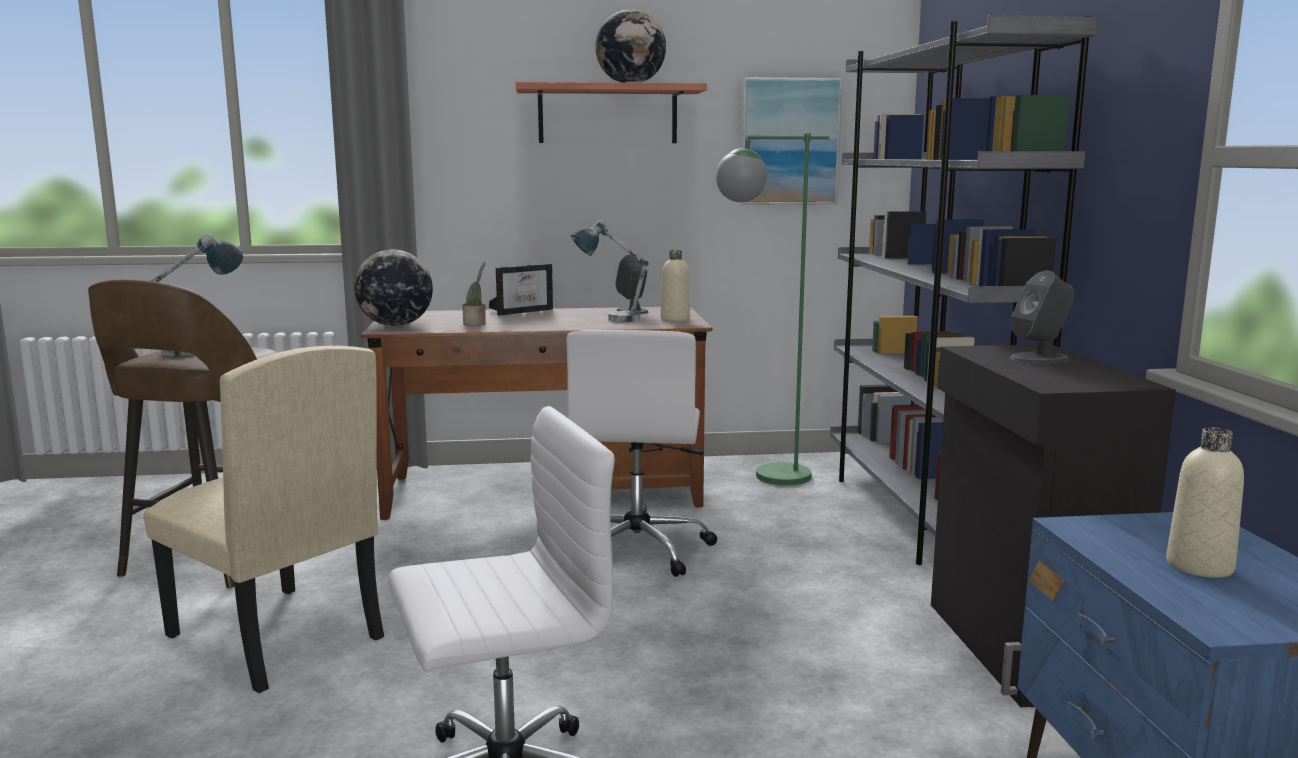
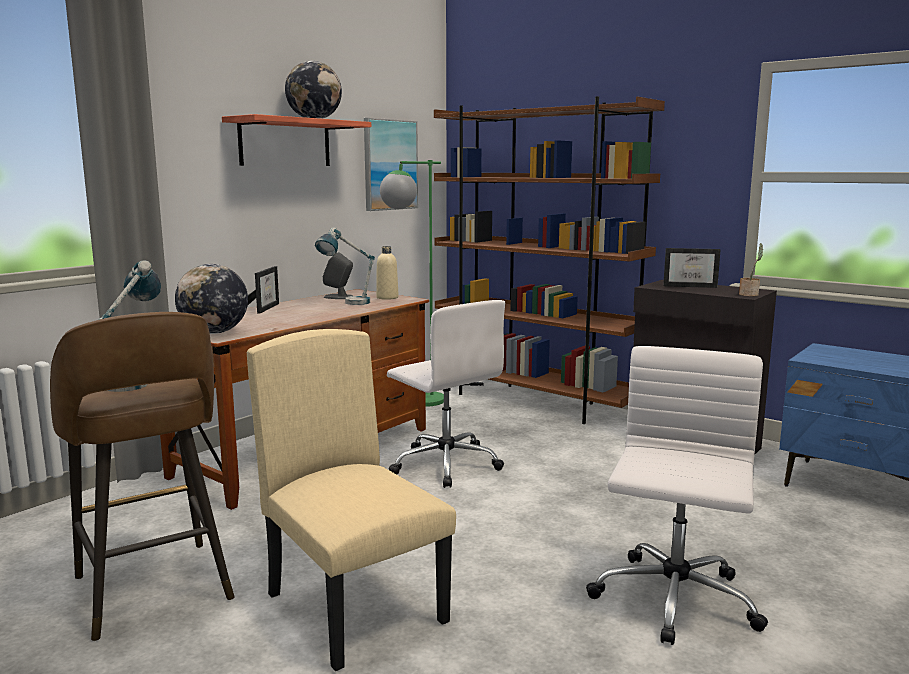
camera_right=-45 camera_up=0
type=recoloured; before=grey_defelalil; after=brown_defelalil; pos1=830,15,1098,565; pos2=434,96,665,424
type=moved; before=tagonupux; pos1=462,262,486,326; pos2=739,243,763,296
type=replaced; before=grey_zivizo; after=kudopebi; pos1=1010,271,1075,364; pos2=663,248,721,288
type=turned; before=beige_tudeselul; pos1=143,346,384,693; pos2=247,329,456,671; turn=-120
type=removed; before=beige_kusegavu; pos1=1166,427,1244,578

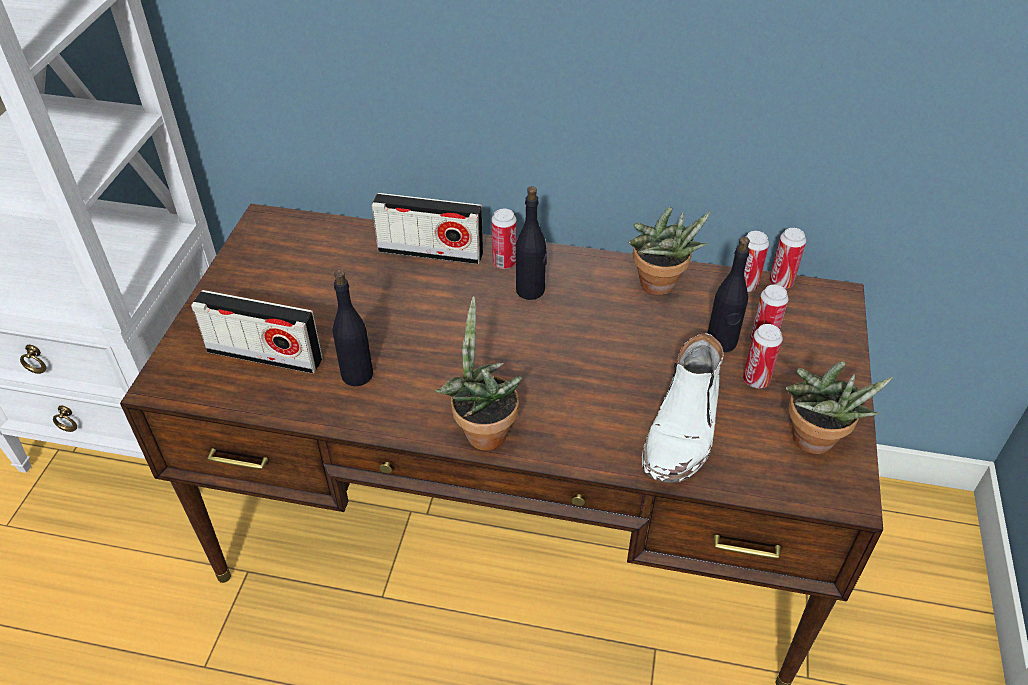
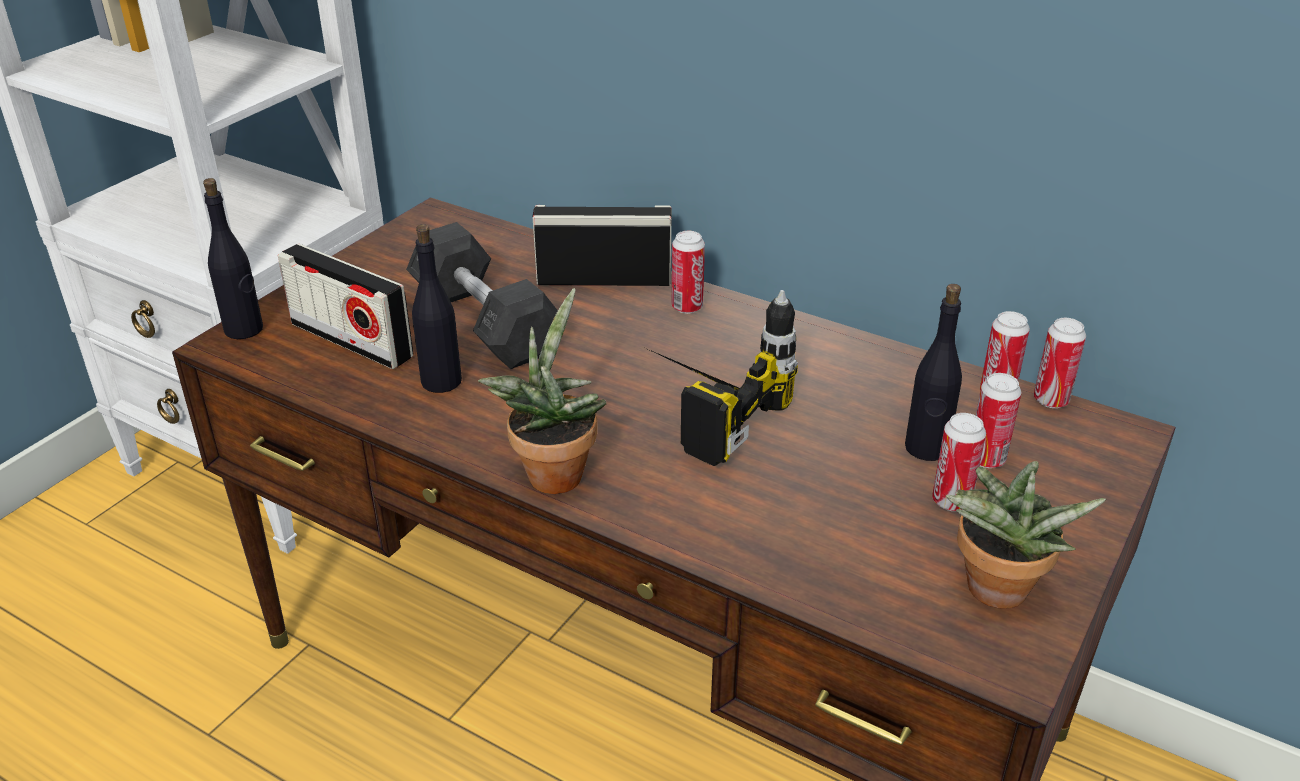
camera_right=20 camera_up=-10
type=moved; before=black_kusegavu; pos1=516,186,547,300; pos2=203,178,263,339
type=turned; before=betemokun; pos1=372,193,483,264; pos2=532,205,672,286; turn=150
type=removed; before=tagonupux; pos1=629,207,711,295
type=removed; before=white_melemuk; pos1=642,333,724,483
type=added; after=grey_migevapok; pos2=406,222,558,369
type=added; after=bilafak; pos2=648,290,798,466

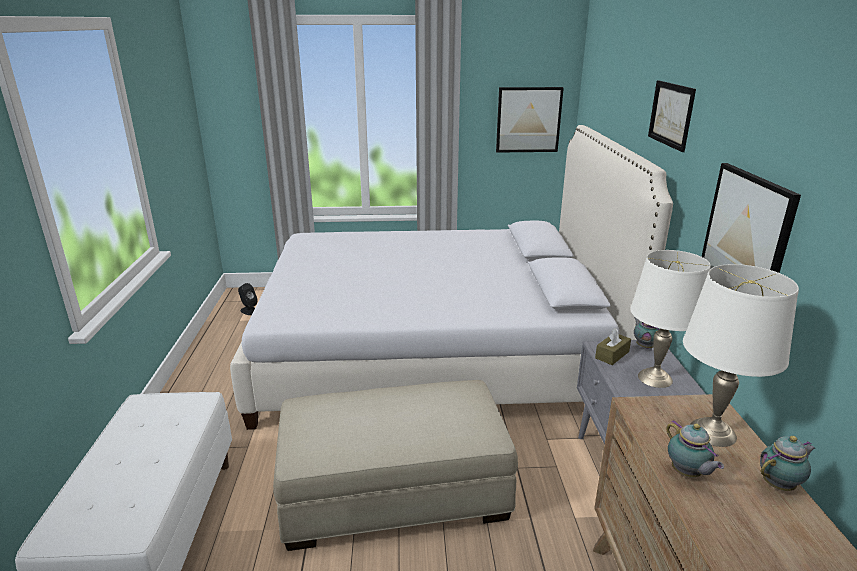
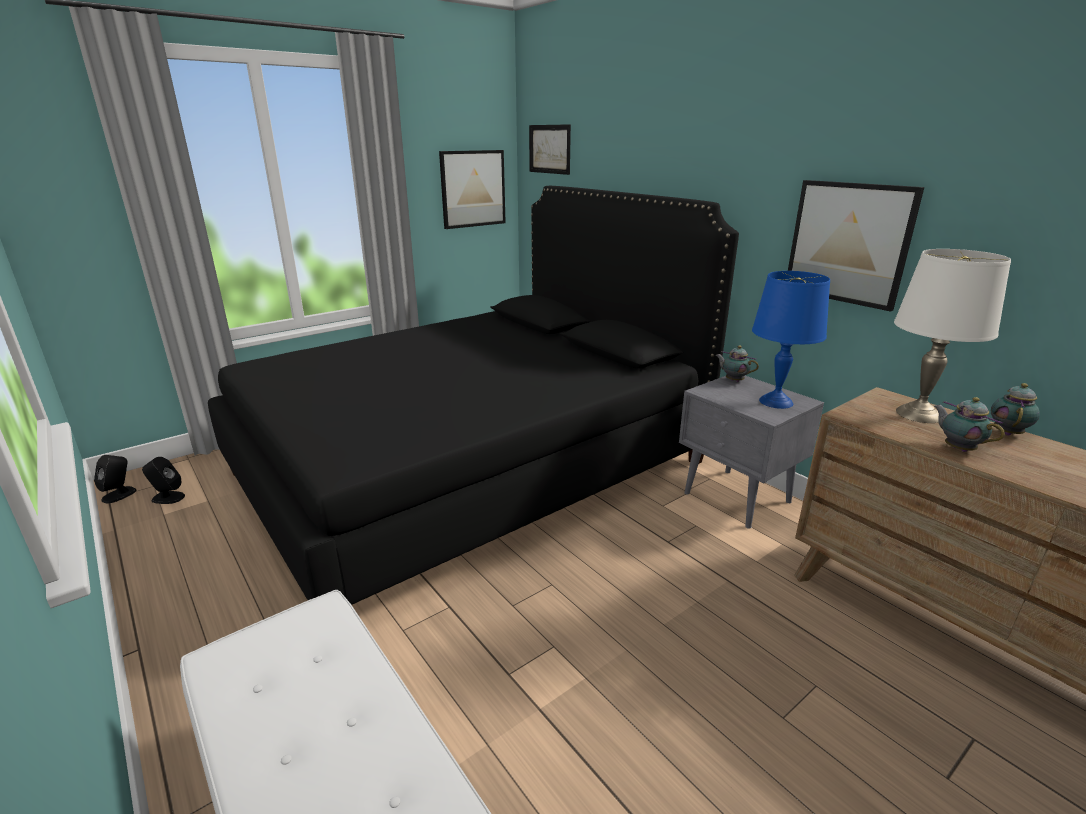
camera_right=-35 camera_up=0
type=moved; before=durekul; pos1=648,80,696,152; pos2=529,124,571,175
type=recoloured; before=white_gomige; after=black_gomige; pos1=230,125,673,430; pos2=208,186,739,605
type=recoloured; before=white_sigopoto; after=blue_sigopoto; pos1=630,250,711,388; pos2=752,271,830,409
type=removed; before=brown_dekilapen; pos1=595,328,631,365
type=removed; before=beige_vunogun; pos1=273,380,518,551
type=turned; before=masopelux; pos1=666,420,724,477; pos2=934,397,1005,452; turn=-150
type=added; after=black_zivizo; pos2=94,455,136,503

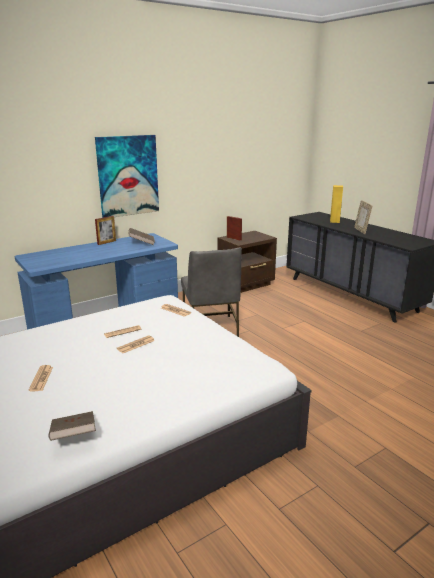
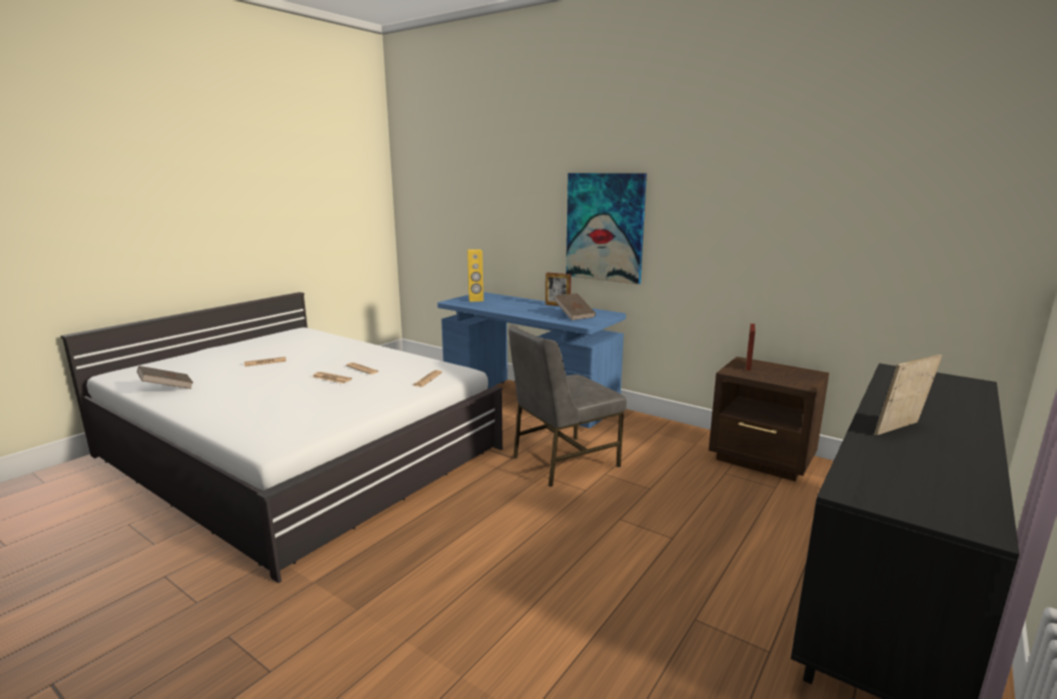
camera_right=70 camera_up=-5
type=moved; before=yellow_zivizo; pos1=330,185,343,223; pos2=467,249,484,302

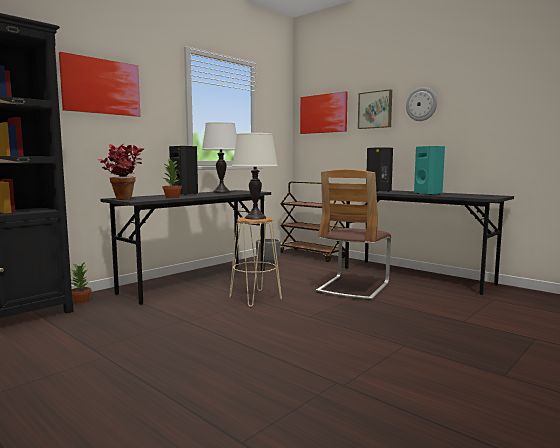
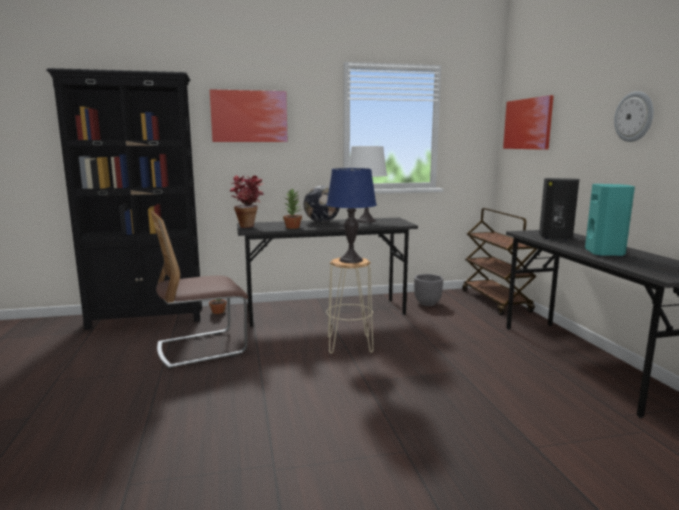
camera_right=35 camera_up=5
type=removed; before=durekul; pos1=358,89,392,129
type=recoloured; before=white_sigopoto; after=blue_sigopoto; pos1=232,133,278,220; pos2=326,168,377,263
type=replaced; before=black_zivizo; after=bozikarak; pos1=169,146,198,195; pos2=304,186,340,223
type=moved; before=tudeselul; pos1=316,169,391,301; pos2=151,211,248,369

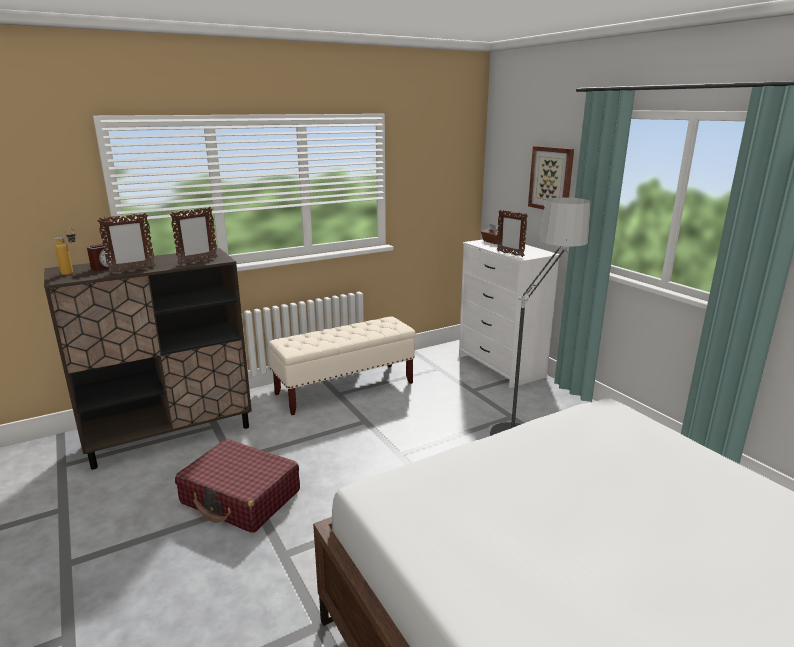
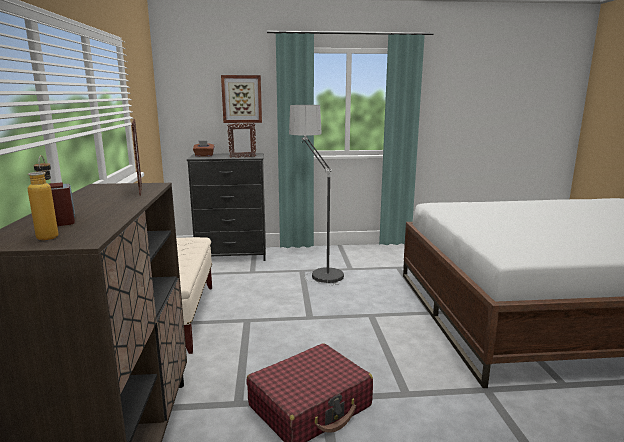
camera_right=-65 camera_up=-5
type=removed; before=kudopebi; pos1=97,213,155,273
type=recoloured; before=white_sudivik; after=black_sudivik; pos1=459,239,560,388; pos2=187,153,266,261

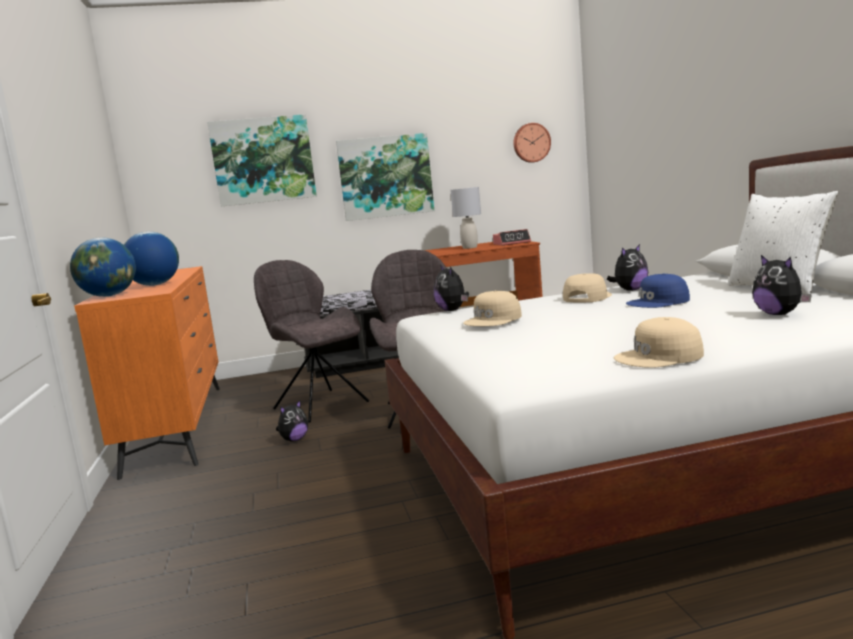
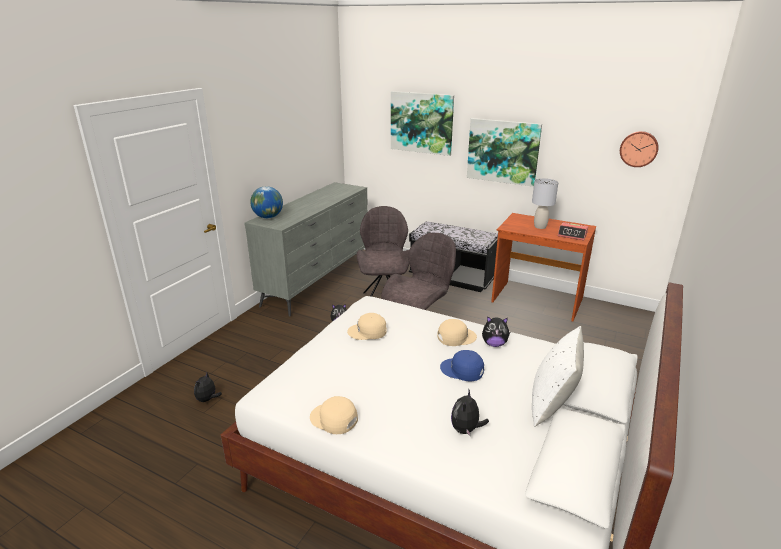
camera_right=40 camera_up=15
type=removed; before=bozikarak; pos1=124,231,179,286
type=recoloured; before=orange_sudivik; after=grey_sudivik; pos1=74,266,220,480; pos2=244,182,368,317
type=moved; before=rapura; pos1=434,266,469,311; pos2=194,373,222,403

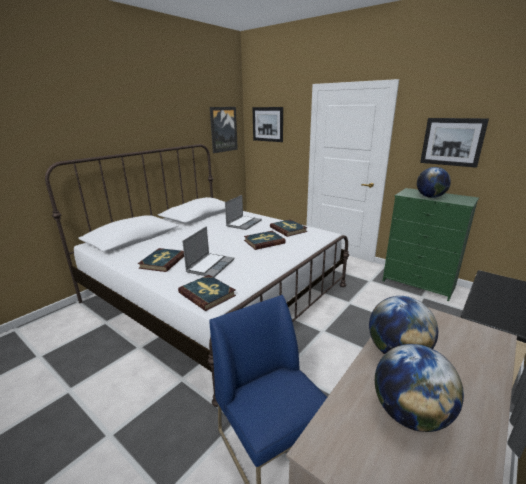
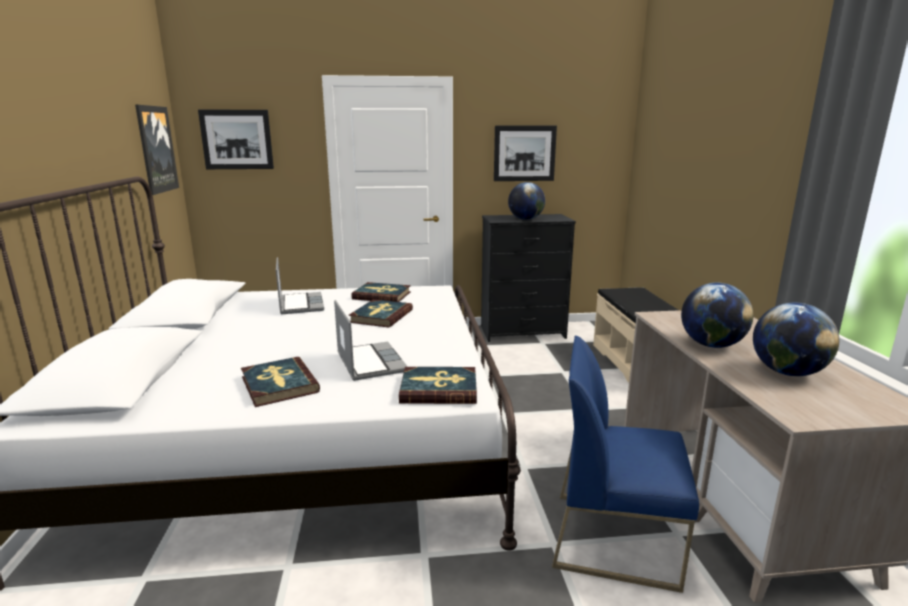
camera_right=-45 camera_up=-5
type=recoloured; before=green_sudivik; after=black_sudivik; pos1=383,188,479,301; pos2=481,214,576,342

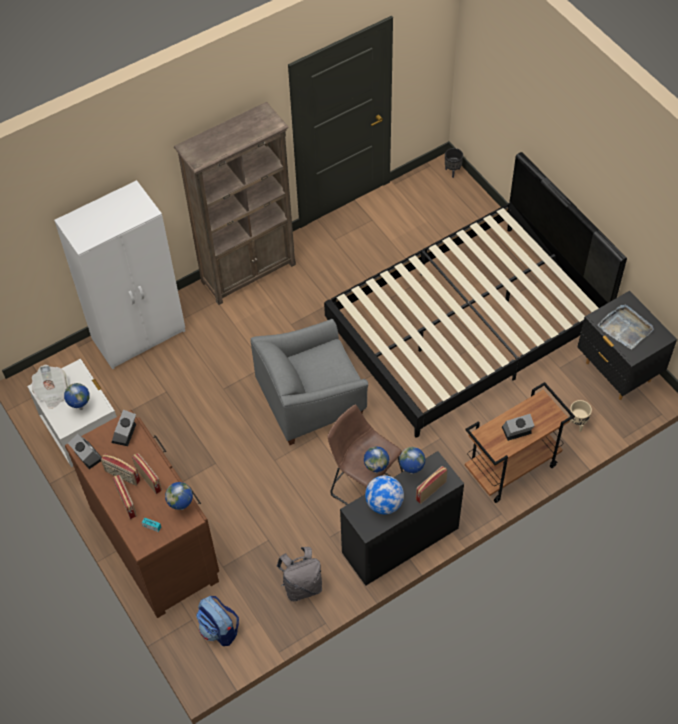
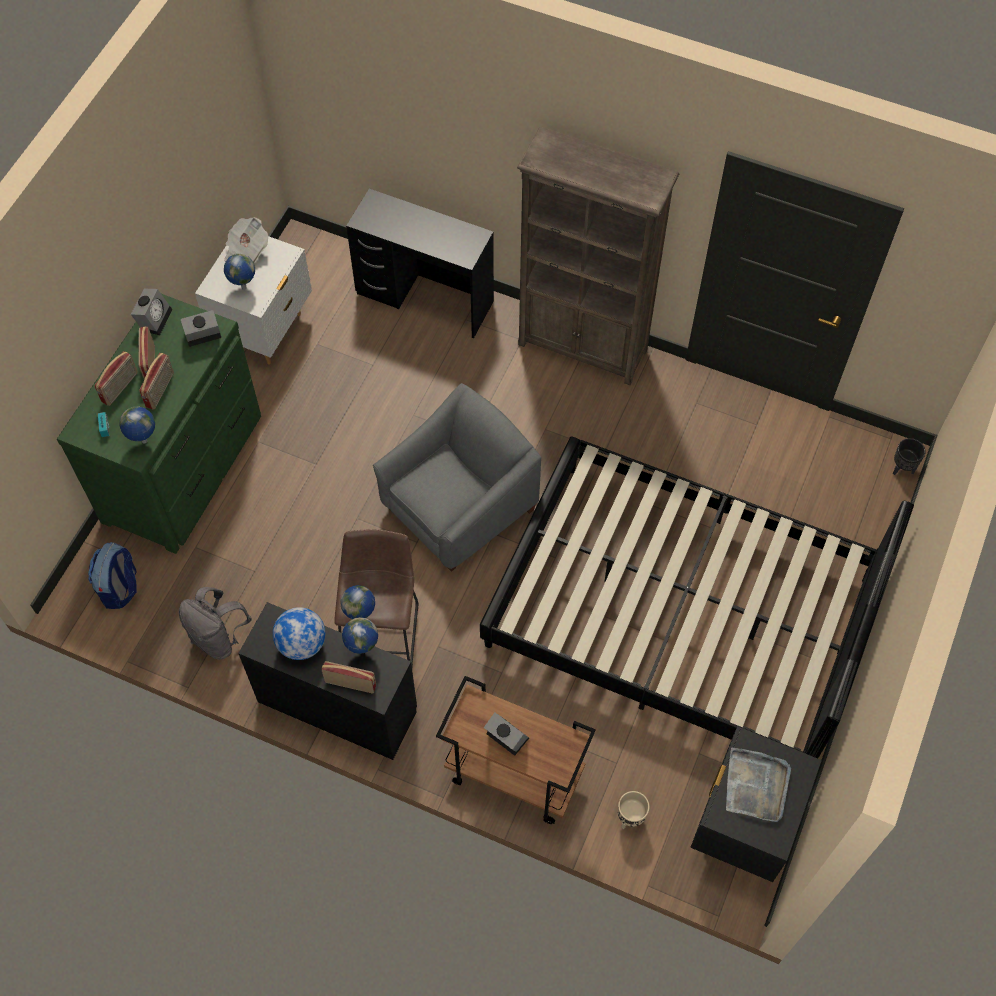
camera_right=55 camera_up=5
type=replaced; before=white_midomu; after=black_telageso; pos1=54,180,185,369; pos2=346,189,494,338
type=turned; before=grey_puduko; pos1=251,319,368,445; pos2=373,383,541,572; turn=105
type=recoloured; before=brown_sudivik; after=green_sudivik; pos1=65,410,219,618; pos2=57,294,261,554

